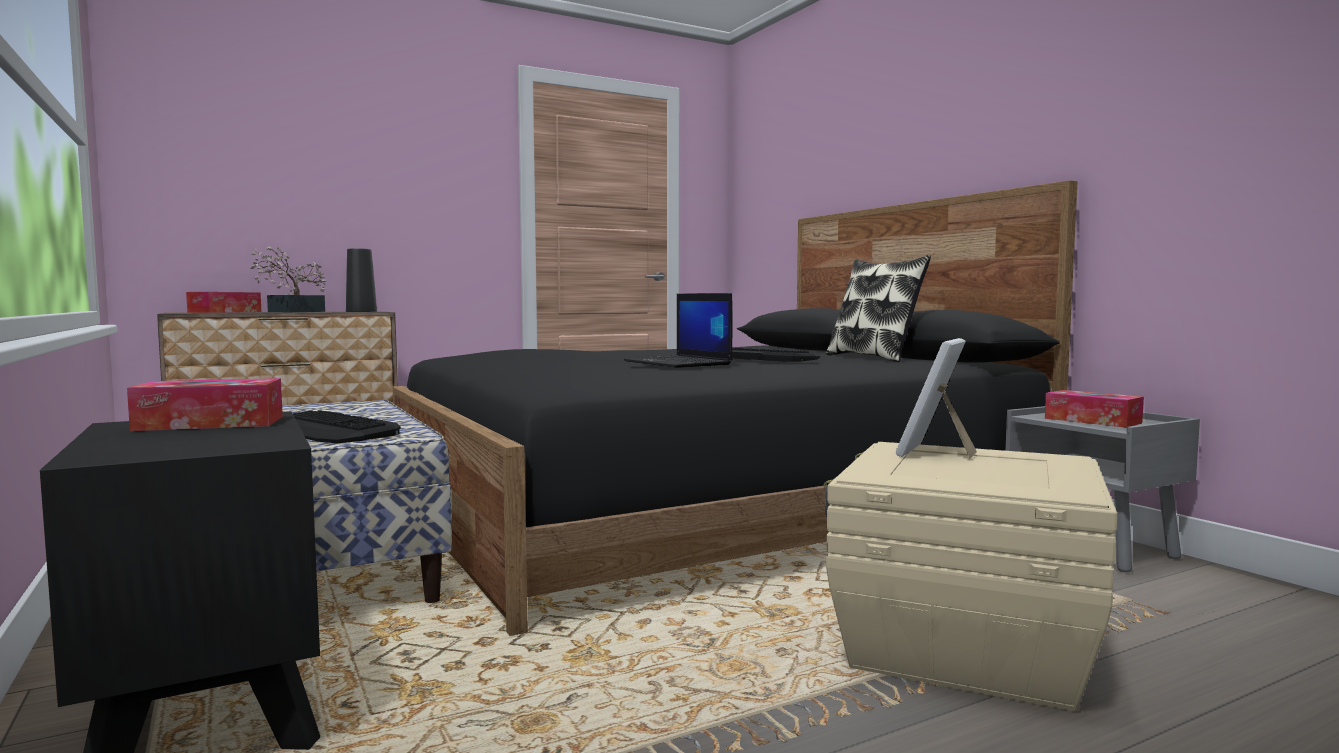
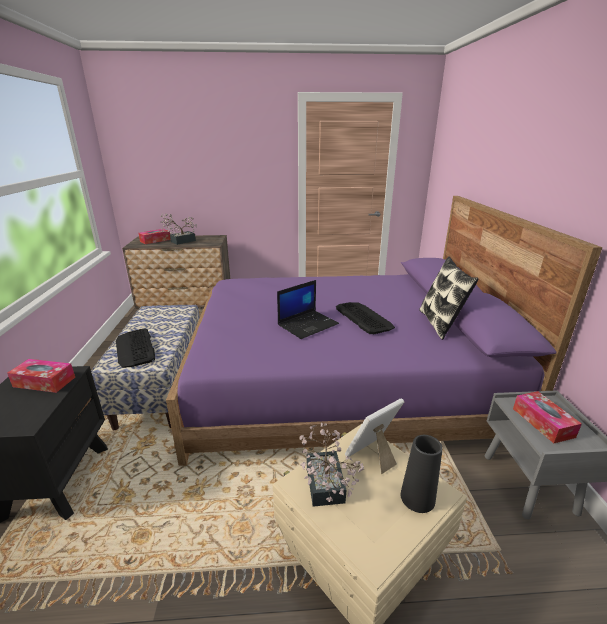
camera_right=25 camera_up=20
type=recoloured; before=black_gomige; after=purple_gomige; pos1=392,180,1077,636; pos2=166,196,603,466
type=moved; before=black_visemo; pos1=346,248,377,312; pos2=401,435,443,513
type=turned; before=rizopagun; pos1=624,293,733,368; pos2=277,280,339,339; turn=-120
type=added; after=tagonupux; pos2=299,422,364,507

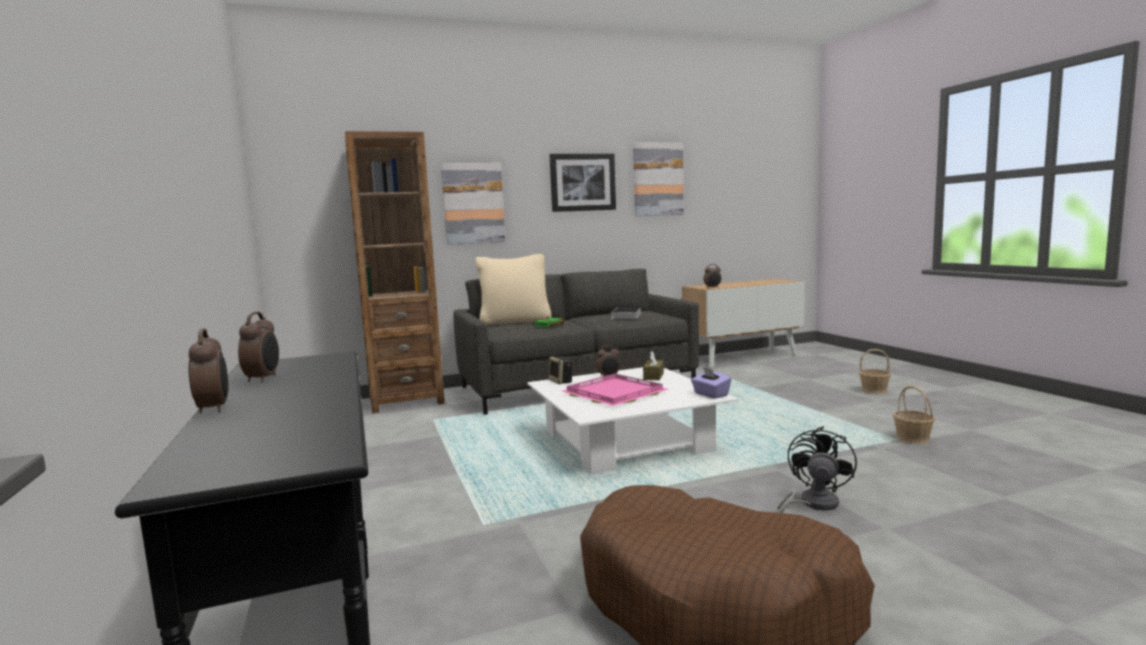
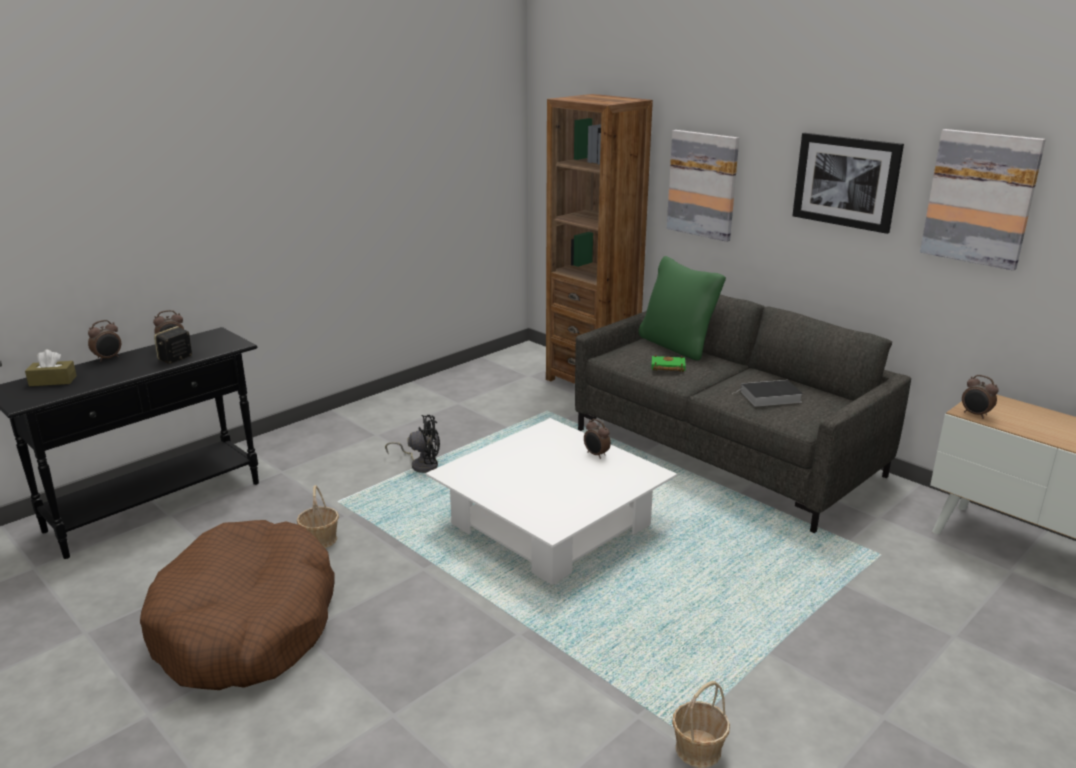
camera_right=65 camera_up=15
type=recoloured; before=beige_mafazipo; after=green_mafazipo; pos1=475,254,552,326; pos2=639,256,726,361
type=moved; before=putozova; pos1=859,349,891,394; pos2=297,485,339,548
type=moved; before=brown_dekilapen; pos1=643,351,664,380; pos2=25,350,77,386
type=moved; before=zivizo; pos1=548,356,573,384; pos2=154,326,192,364
type=removed; before=purple_dekilapen; pos1=691,367,731,399
type=removed; before=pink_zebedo; pos1=561,374,668,406
type=moved; before=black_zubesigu; pos1=777,426,857,513; pos2=385,415,440,473

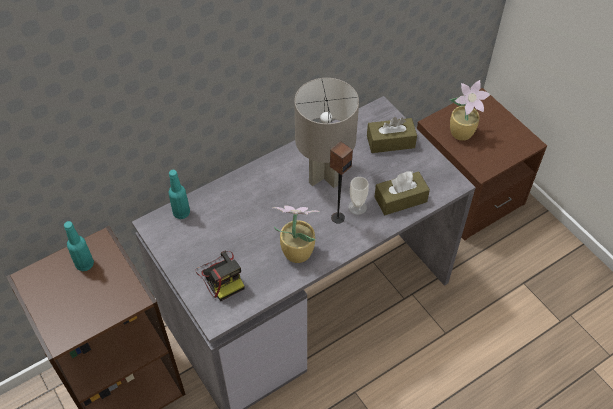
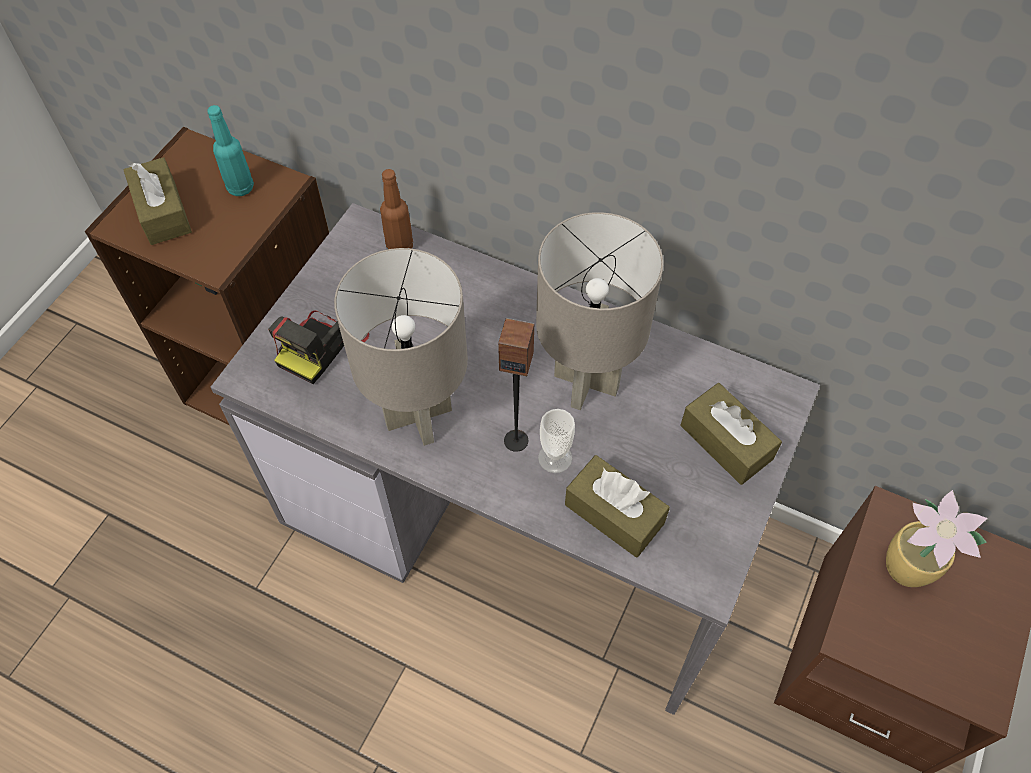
camera_right=60 camera_up=5
type=recoloured; before=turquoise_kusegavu; after=brown_kusegavu; pos1=168,170,190,219; pos2=380,169,413,249
type=replaced; before=tagonupux; after=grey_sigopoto; pos1=272,206,320,263; pos2=334,248,468,446
type=added; after=brown_dekilapen; pos2=124,157,192,245

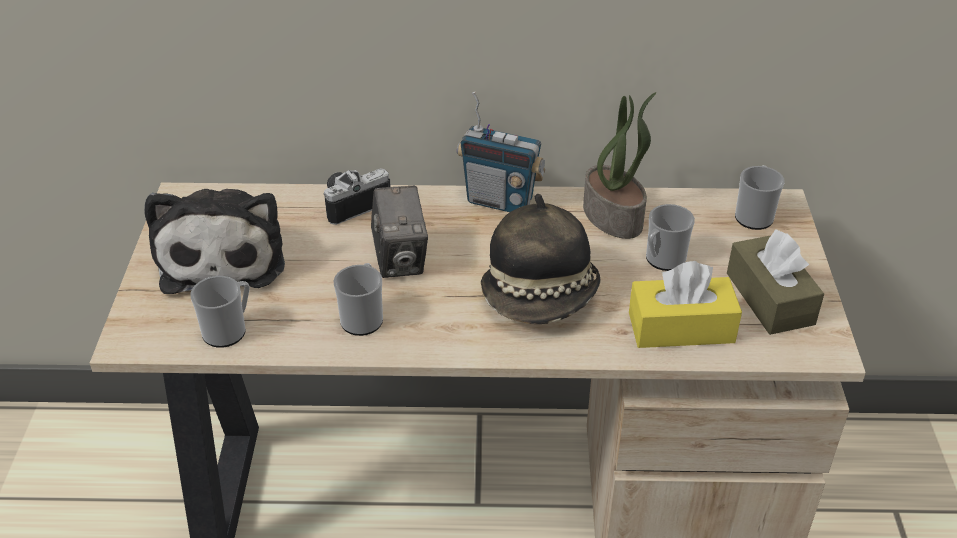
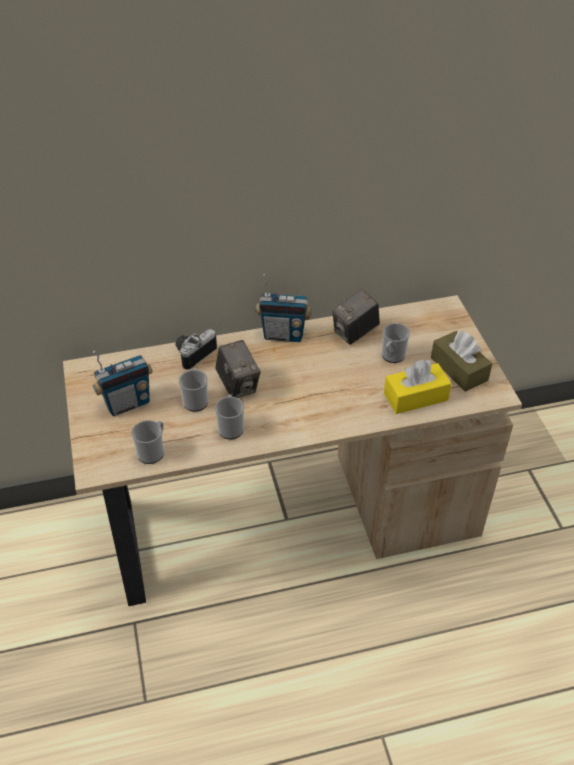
camera_right=-15 camera_up=5
type=replaced; before=tagonupux; after=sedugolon; pos1=583,92,656,239; pos2=332,289,380,345
type=moved; before=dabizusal; pos1=735,165,785,230; pos2=179,368,208,412
type=replaced; before=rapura; after=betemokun; pos1=144,189,285,294; pos2=93,351,153,416
type=removed; before=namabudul; pos1=481,194,601,324

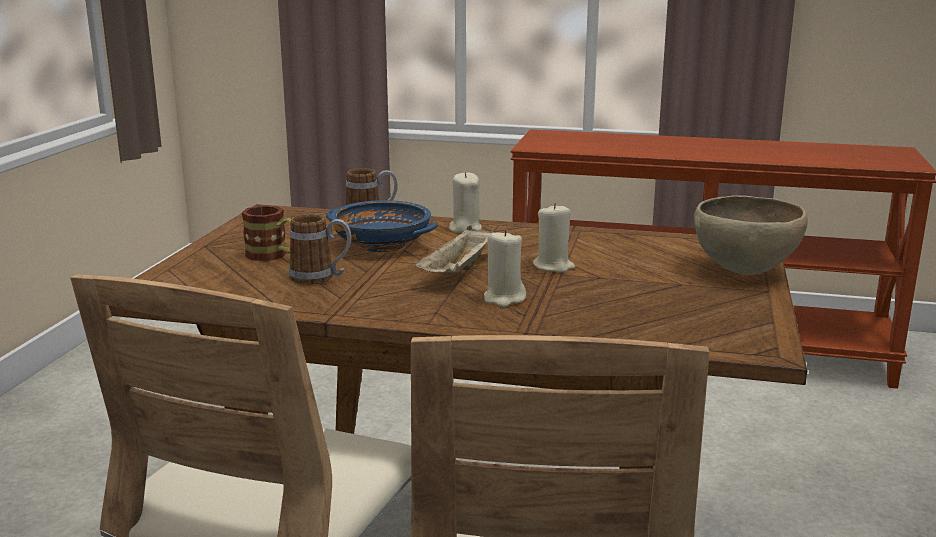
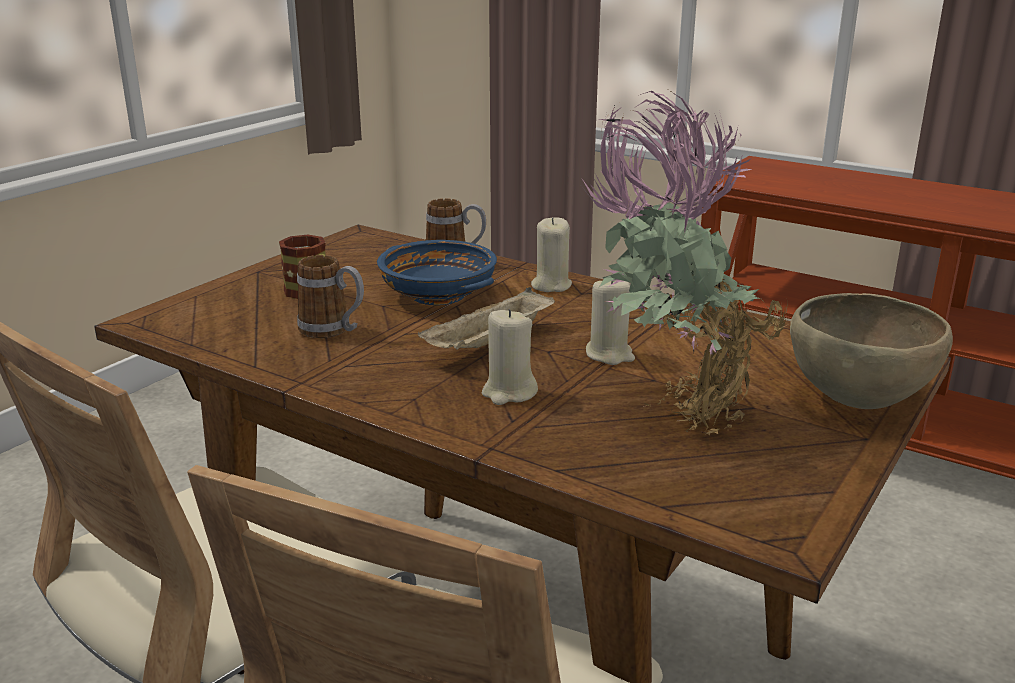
camera_right=20 camera_up=5
type=added; after=tagonupux; pos2=582,90,788,435

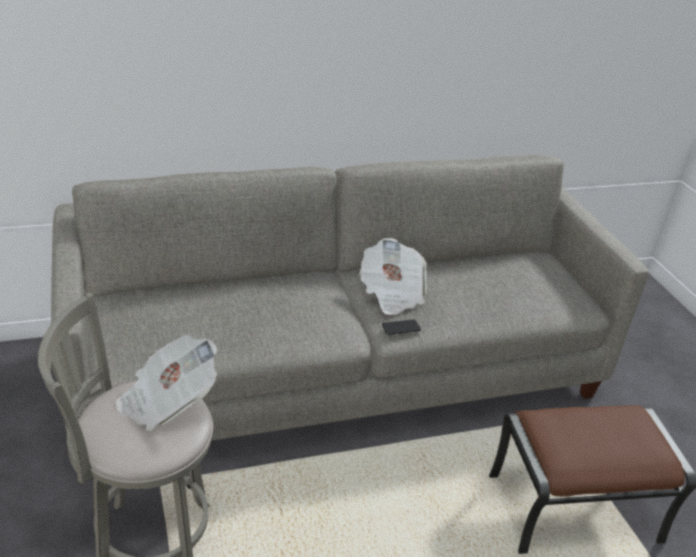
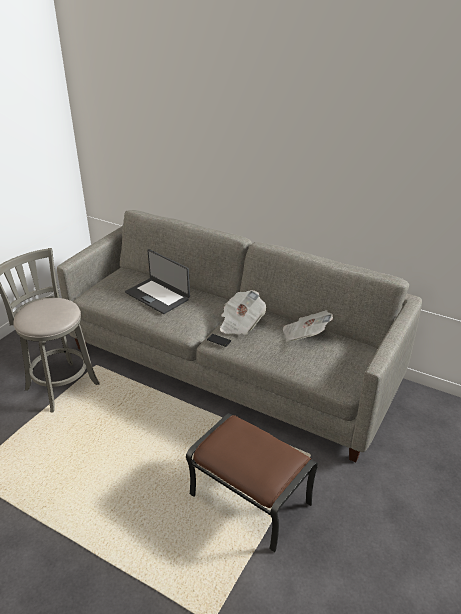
camera_right=50 camera_up=0
type=moved; before=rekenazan; pos1=115,335,218,431; pos2=283,310,333,342
type=added; after=rizopagun; pos2=125,249,190,314

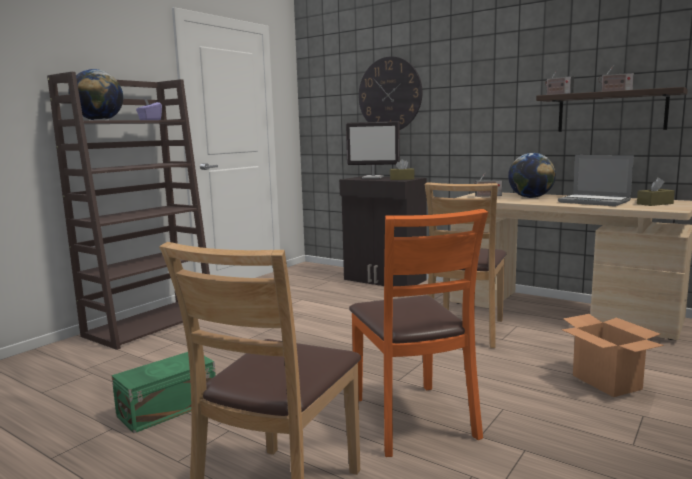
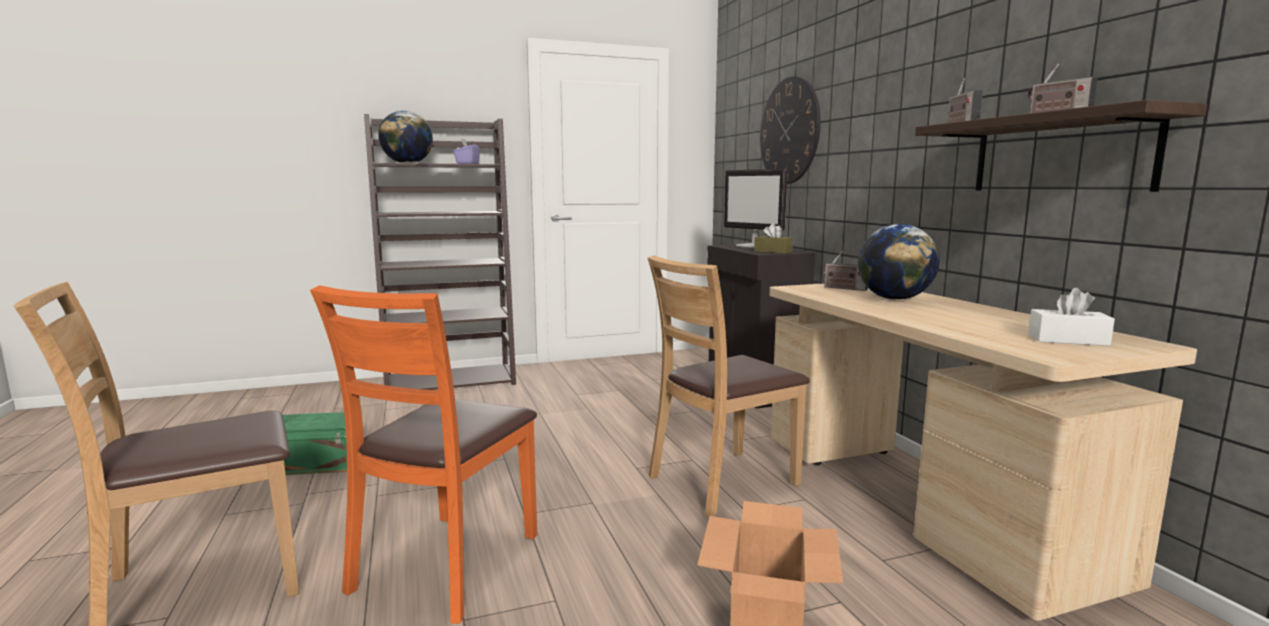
camera_right=35 camera_up=0
type=removed; before=rizopagun; pos1=558,155,634,206
type=recoloured; before=brown_dekilapen; after=white_dekilapen; pos1=637,178,675,206; pos2=1028,288,1115,346

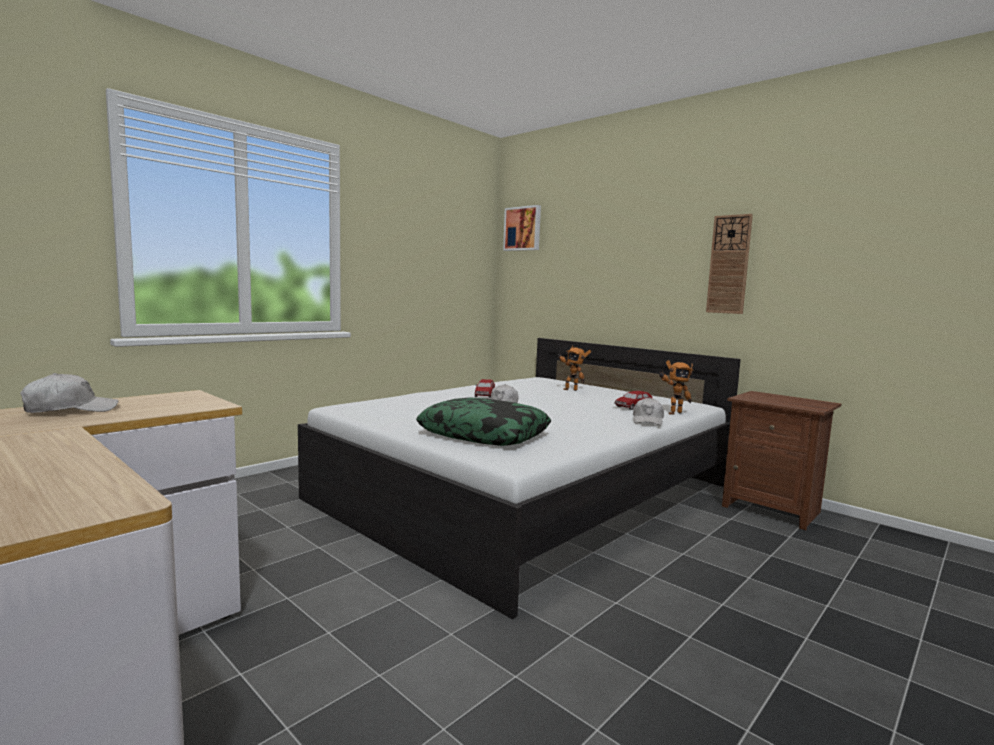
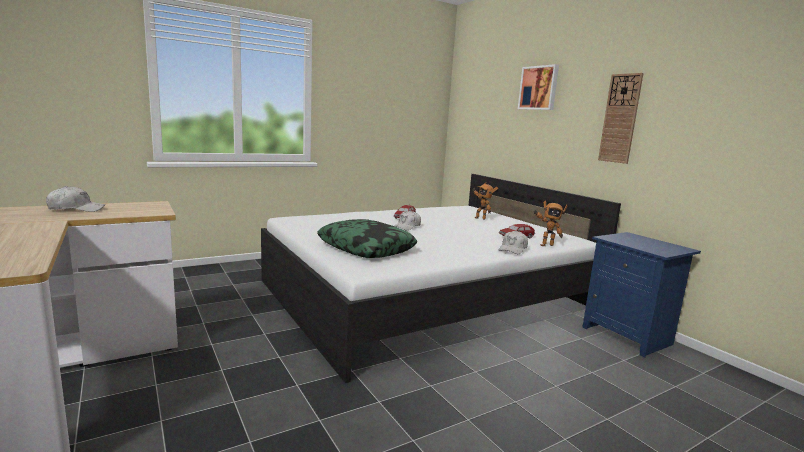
camera_right=15 camera_up=5
type=moved; before=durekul; pos1=503,205,541,251; pos2=518,64,559,110
type=recoloured; before=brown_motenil; after=blue_motenil; pos1=722,391,841,530; pos2=583,232,701,357

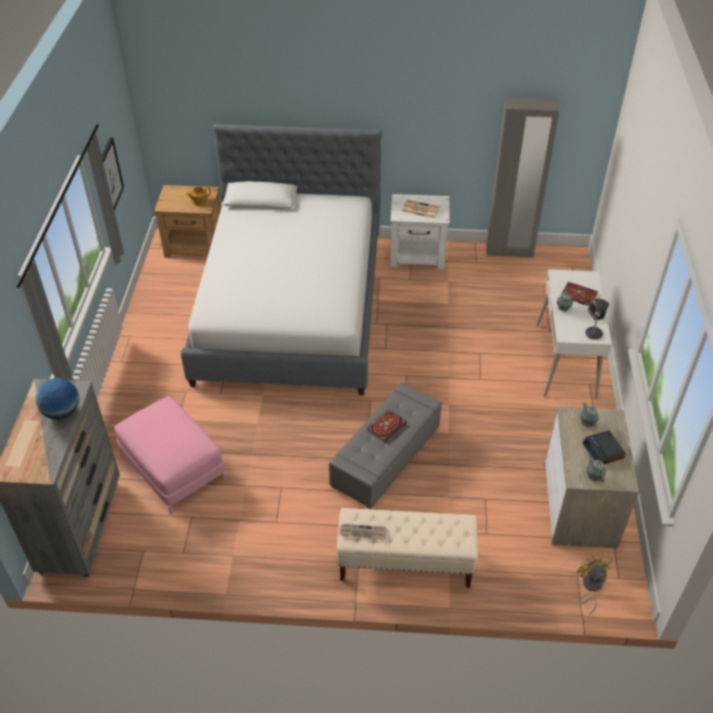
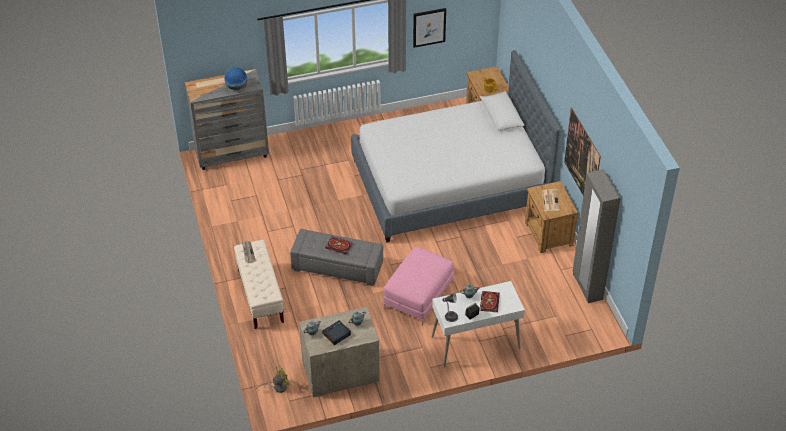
camera_right=70 camera_up=0
type=recoloured; before=white_motenil; after=brown_motenil; pos1=390,194,450,270; pos2=525,181,578,253
type=moved; before=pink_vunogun; pos1=114,396,226,514; pos2=383,247,454,326
type=added; after=durekul; pos2=564,107,601,195

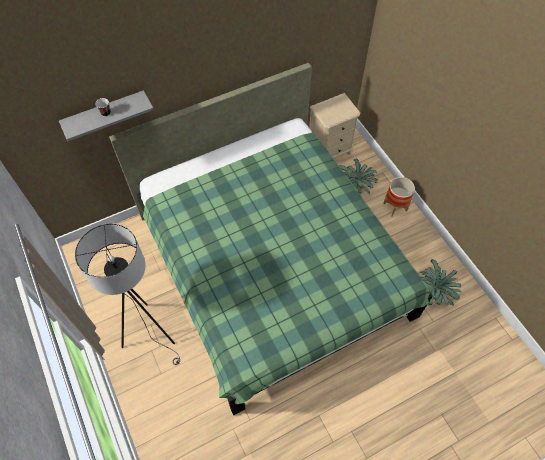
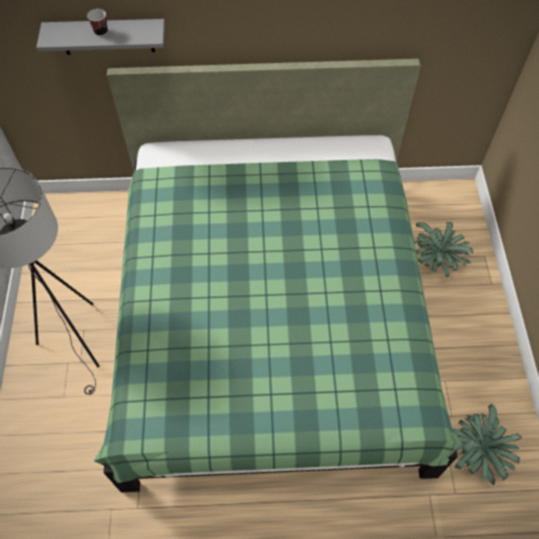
camera_right=25 camera_up=0
type=removed; before=beige_motenil; pos1=309,93,360,158
type=removed; before=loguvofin; pos1=383,177,415,217

